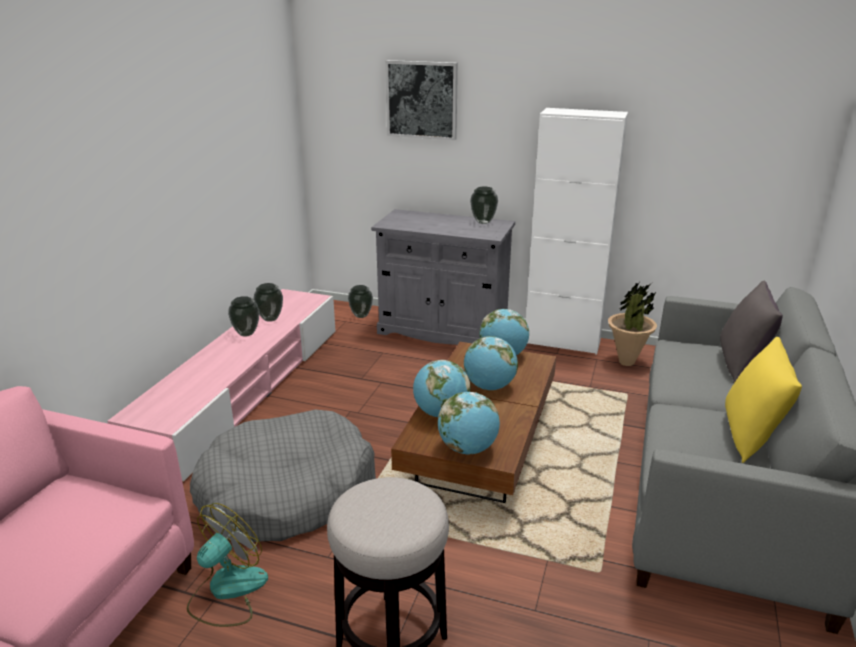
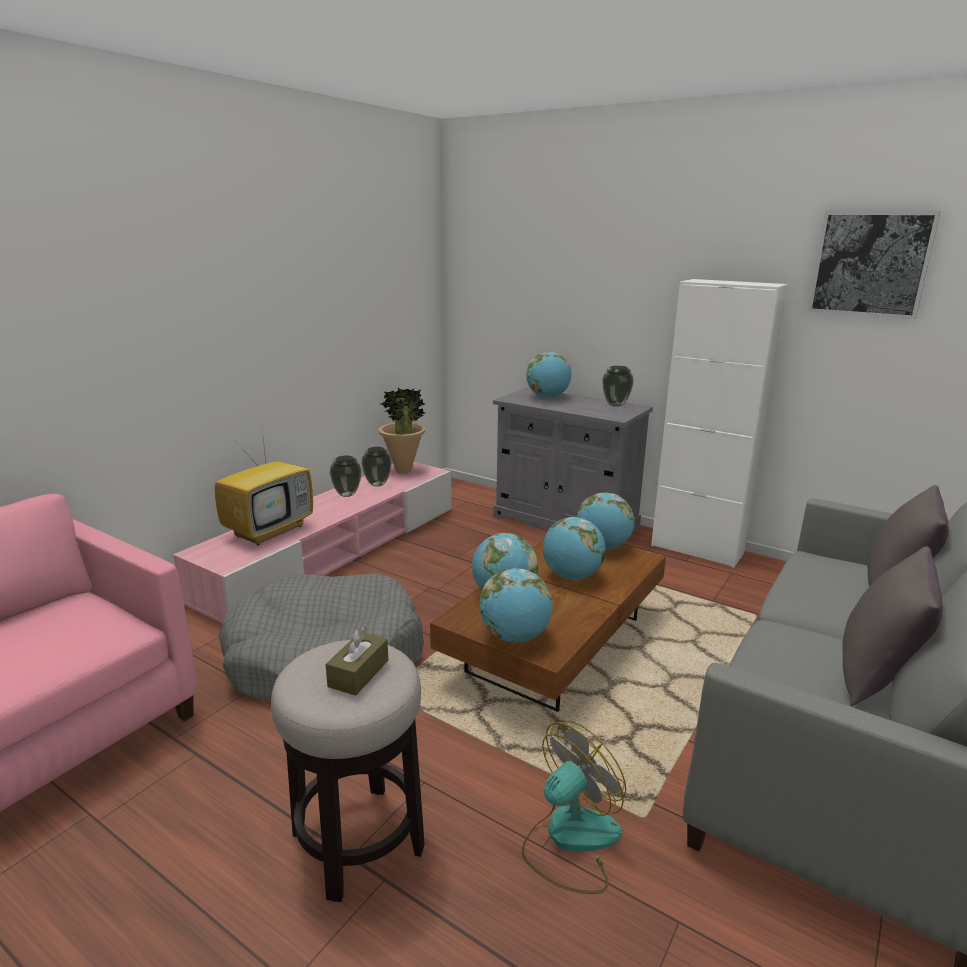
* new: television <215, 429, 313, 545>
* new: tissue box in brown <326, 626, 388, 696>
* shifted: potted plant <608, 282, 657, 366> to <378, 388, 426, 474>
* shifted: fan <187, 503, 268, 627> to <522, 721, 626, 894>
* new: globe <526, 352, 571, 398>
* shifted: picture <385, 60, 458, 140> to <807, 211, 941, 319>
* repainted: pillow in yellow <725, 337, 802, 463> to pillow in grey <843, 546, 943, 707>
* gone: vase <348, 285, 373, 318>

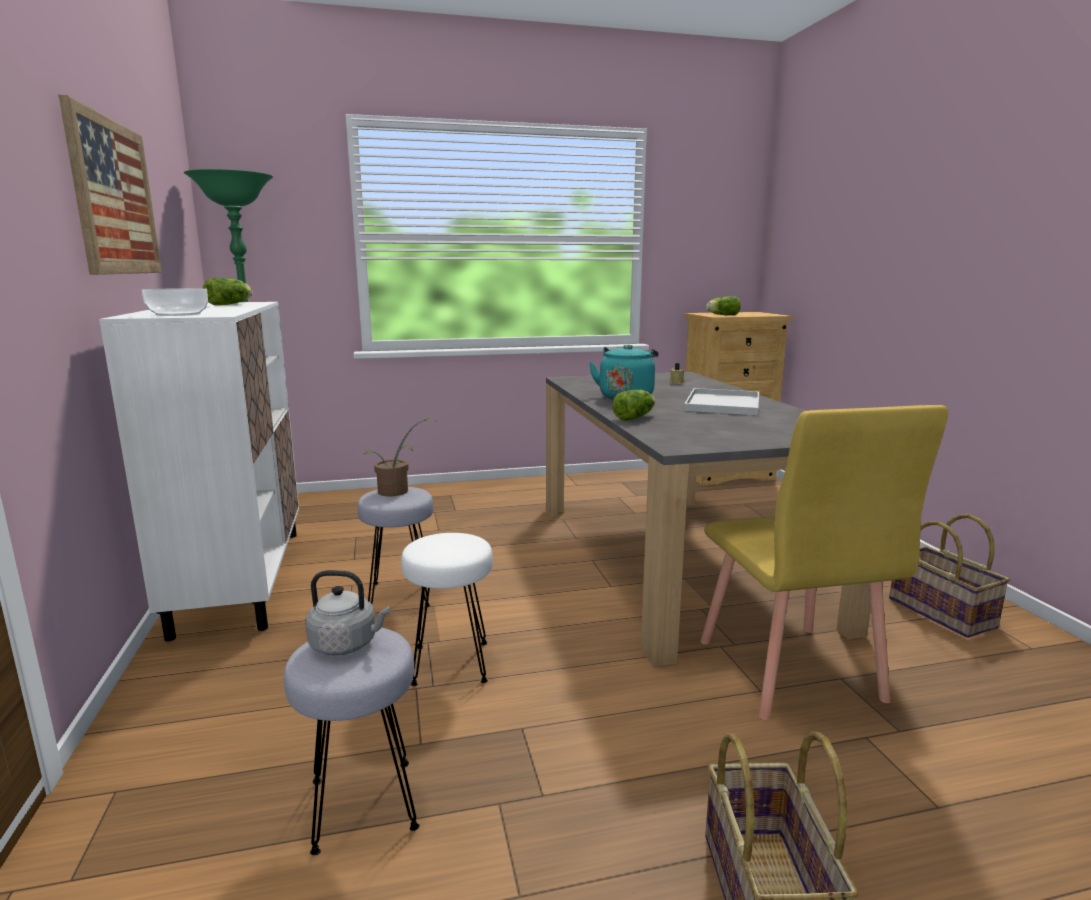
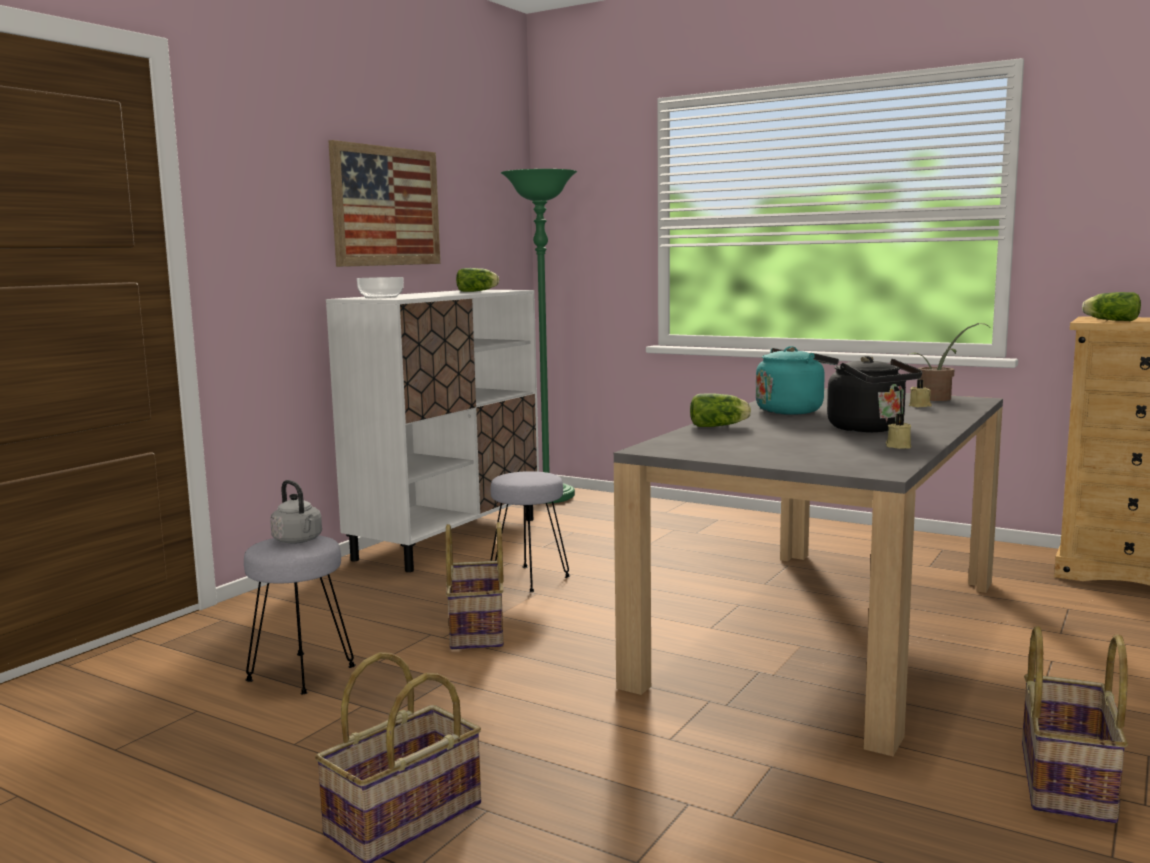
* swapped: stool in white <401, 533, 493, 686> to basket <446, 522, 504, 650>
* swapped: tray in white <684, 388, 759, 415> to kettle in black <827, 356, 922, 432>
* new: candle in beige <886, 414, 911, 449>
* shifted: potted plant <363, 418, 435, 496> to <909, 323, 989, 401>
* gone: chair in yellow <701, 405, 948, 720>

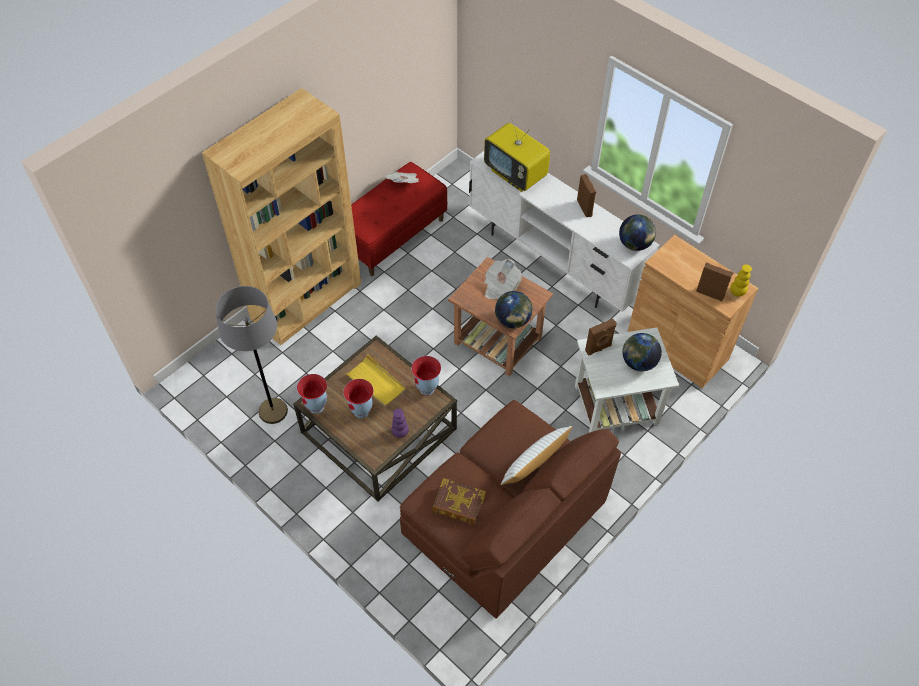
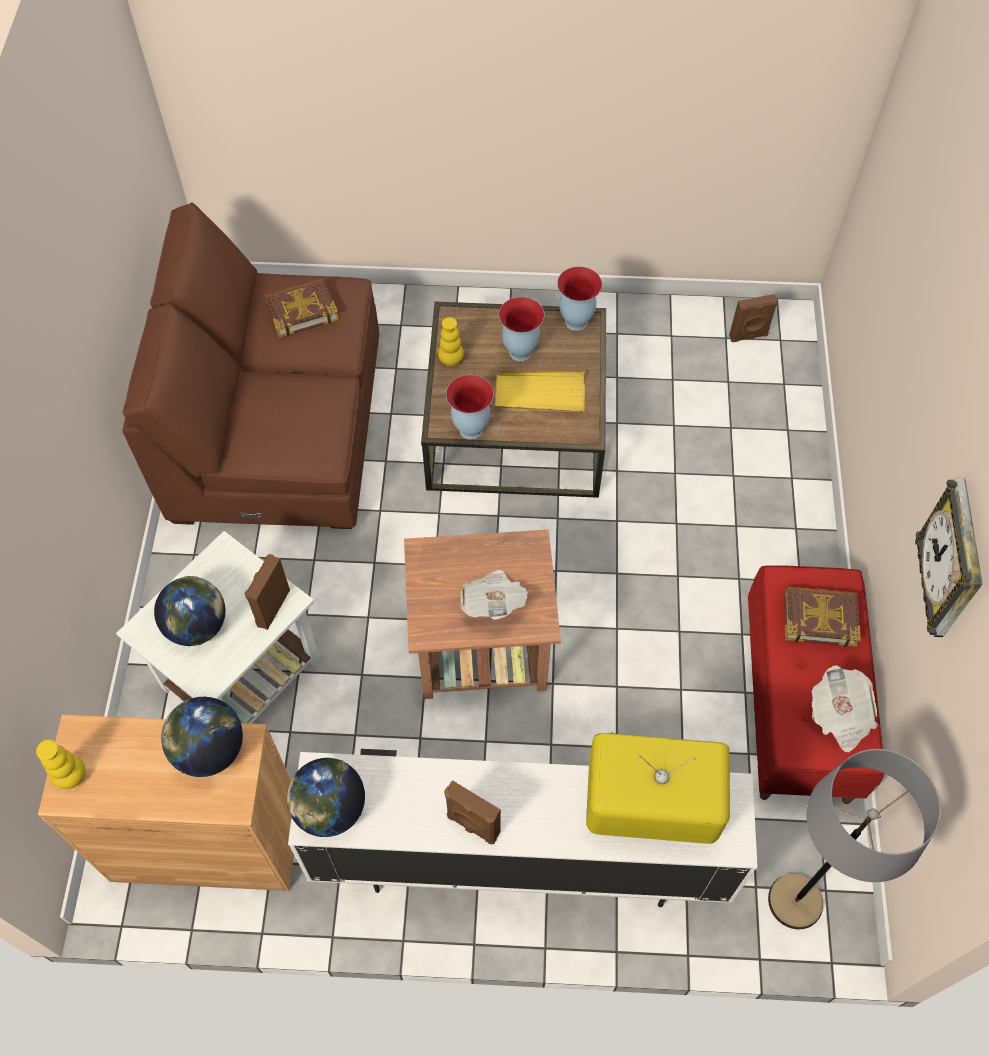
* shifted: globe <495, 291, 532, 328> to <161, 697, 243, 777>
* repainted: vase in purple <391, 409, 409, 438> to vase in yellow <438, 317, 464, 366>
* shifted: speaker in brown <696, 262, 733, 301> to <729, 294, 778, 342>
* shifted: floor lamp in grey <215, 286, 288, 424> to <768, 749, 941, 929>
* new: book <784, 586, 861, 647>
* new: wall clock <915, 477, 983, 637>
* gone: bookcase in brown <202, 88, 361, 345>
* gone: pillow in white <501, 426, 572, 485>

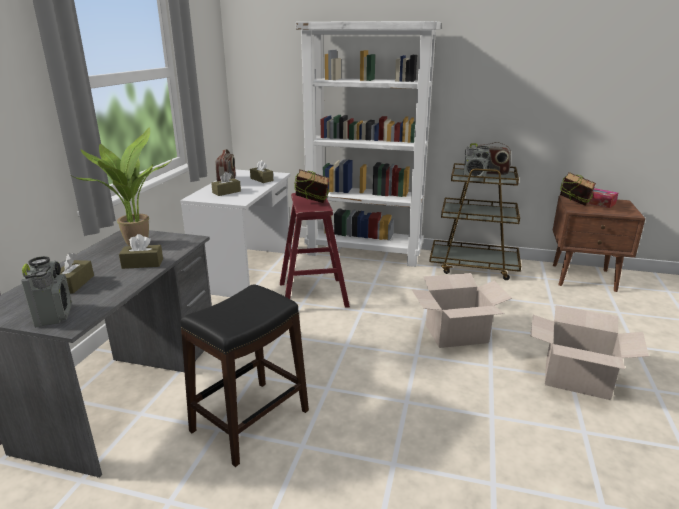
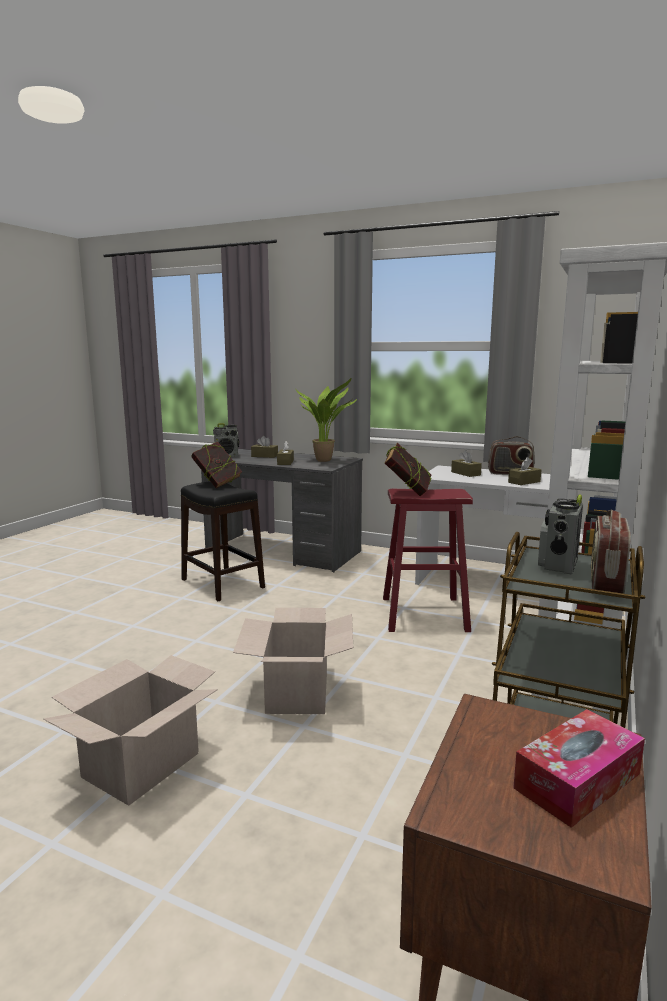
* shifted: book <560, 172, 596, 206> to <191, 442, 242, 488>

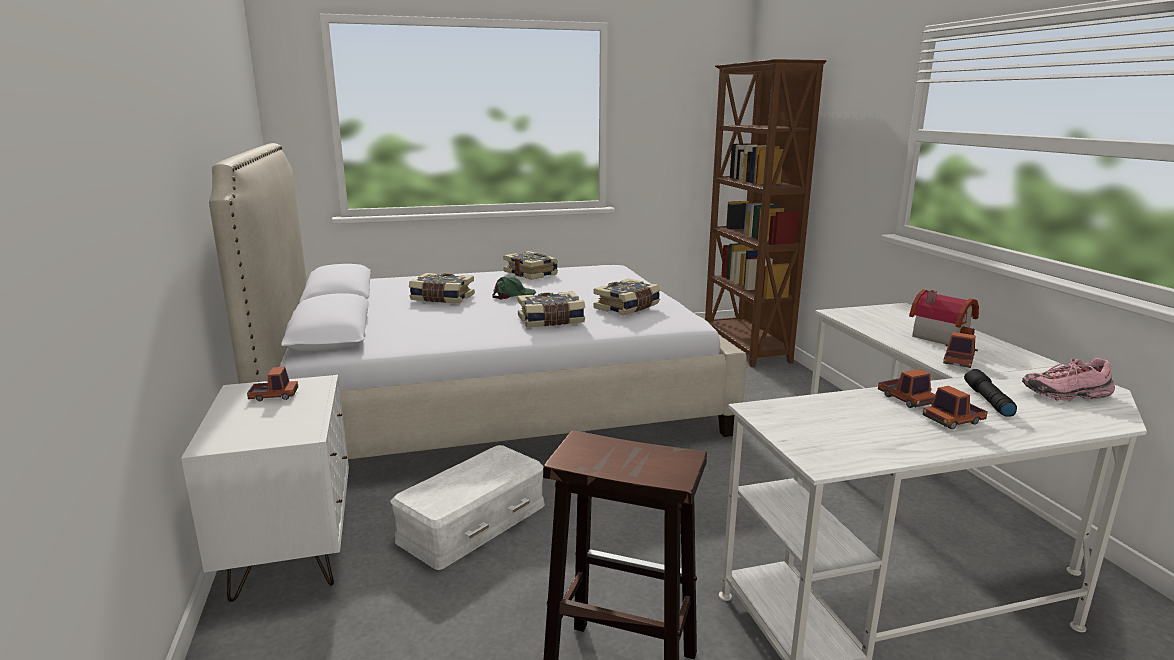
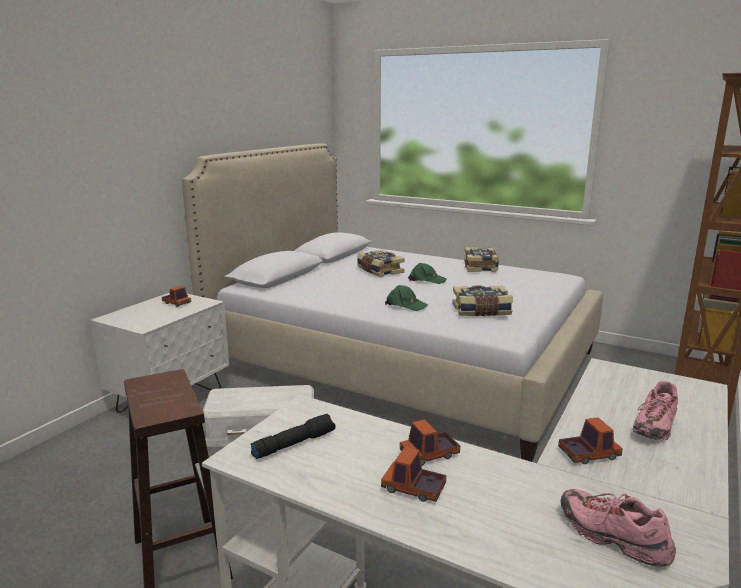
* shifted: flashlight in black <964, 369, 1017, 417> to <250, 414, 336, 459>
* swapped: book <517, 292, 585, 327> to cap in green <385, 285, 428, 311>
* rotated: toy truck <878, 369, 935, 408> = <400, 419, 460, 466> 45 degrees clockwise
* swapped: toy house <909, 289, 979, 345> to shoe in pink <633, 381, 678, 440>

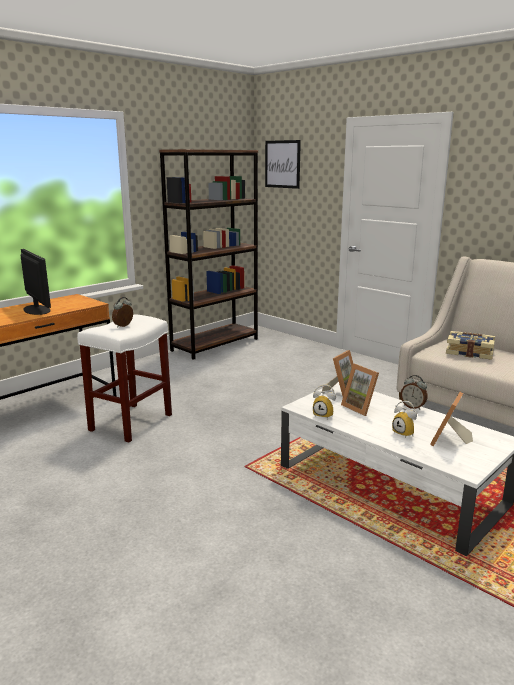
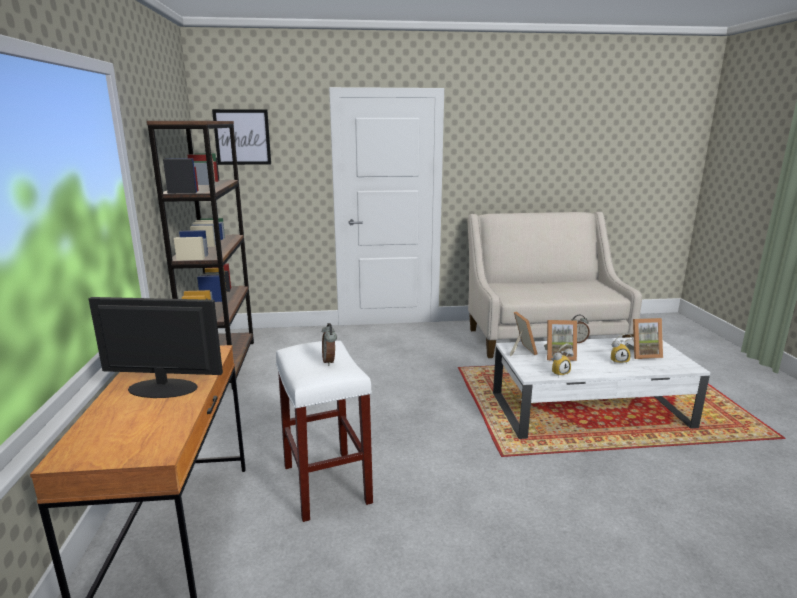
* rotated: picture frame <430, 392, 473, 446> = <625, 318, 663, 359> 75 degrees counterclockwise
* gone: book <446, 331, 495, 360>

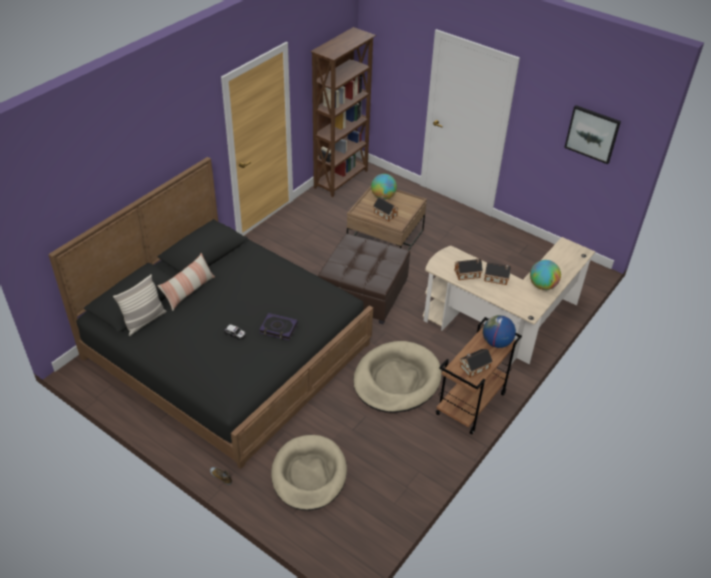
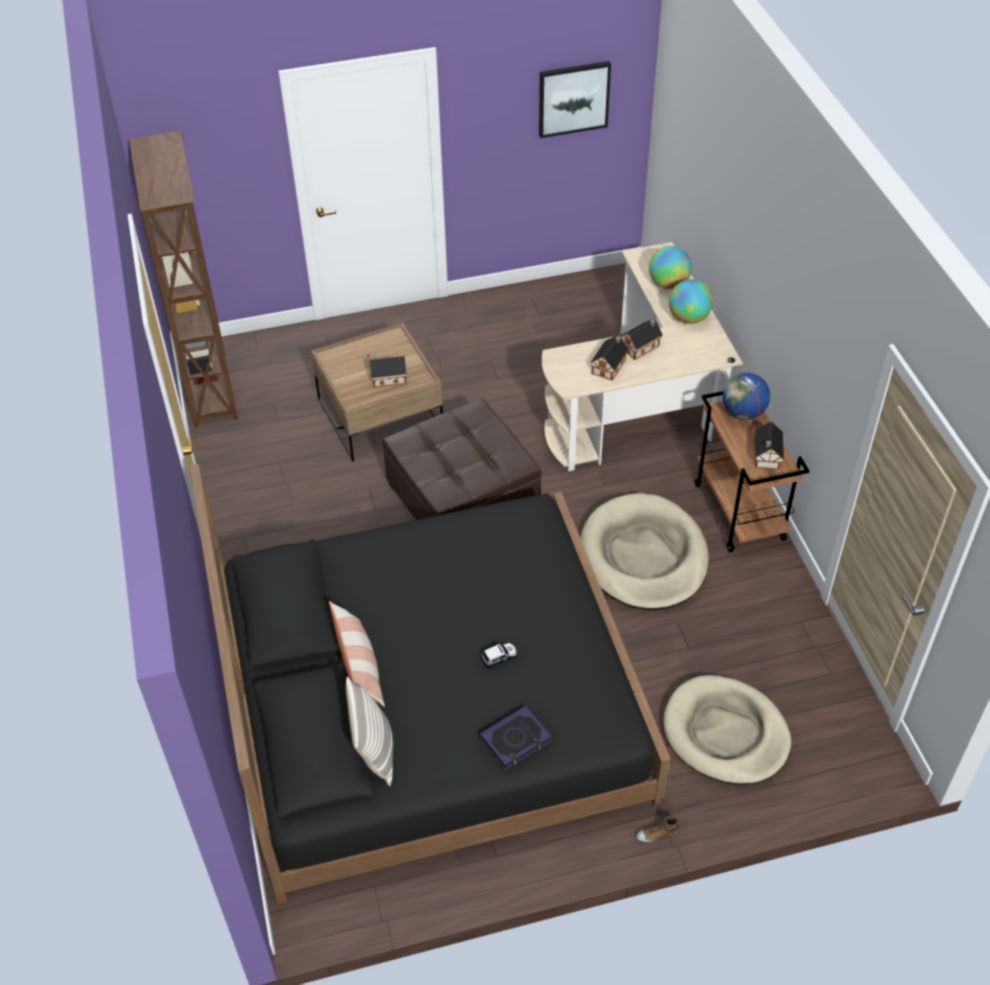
* shifted: book <259, 313, 298, 340> to <480, 706, 551, 770>
* shifted: globe <371, 174, 397, 200> to <649, 246, 692, 289>

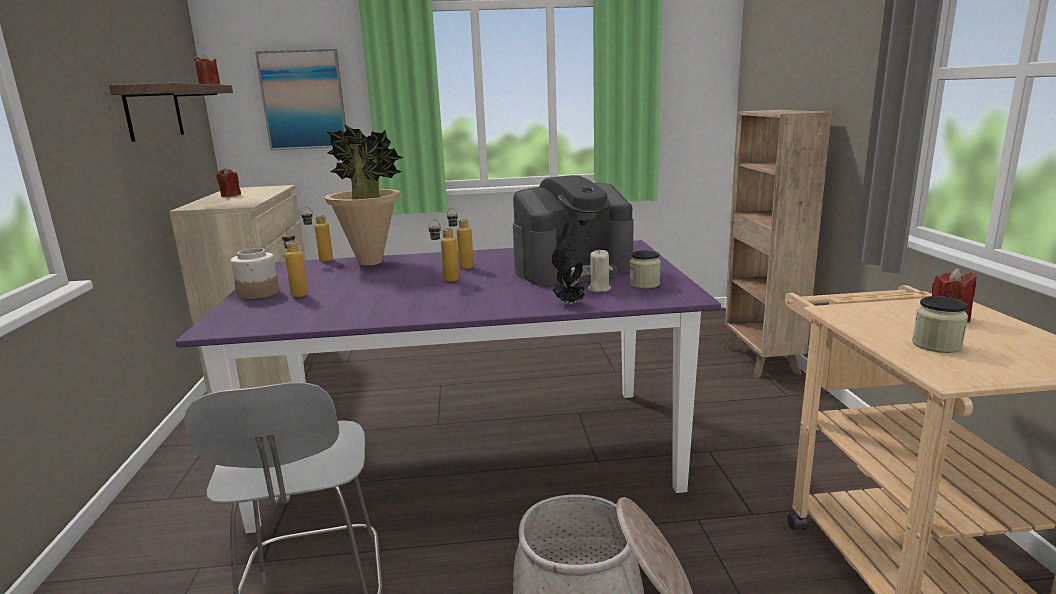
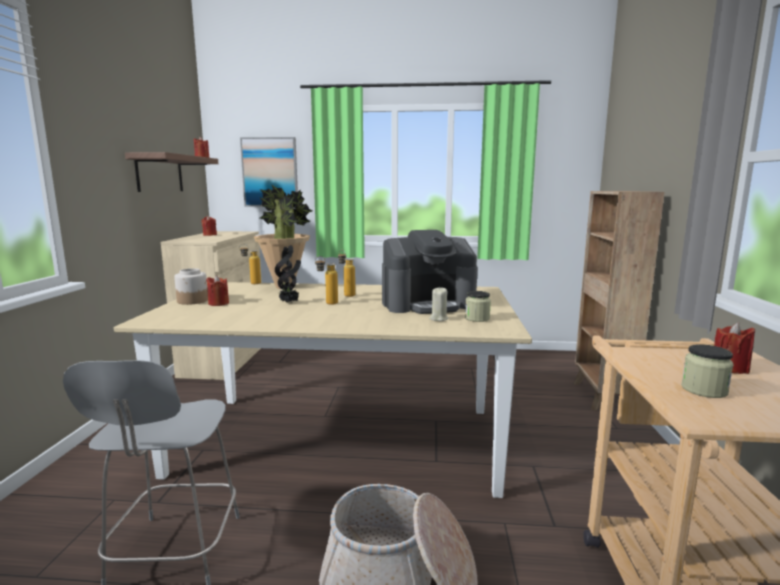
* repainted: dining table in purple <175, 240, 721, 533> to dining table in beige <114, 282, 532, 498>
* swapped: bottle <282, 228, 308, 298> to candle in red <206, 275, 229, 306>
* shifted: potted plant <552, 216, 589, 304> to <275, 245, 301, 303>

